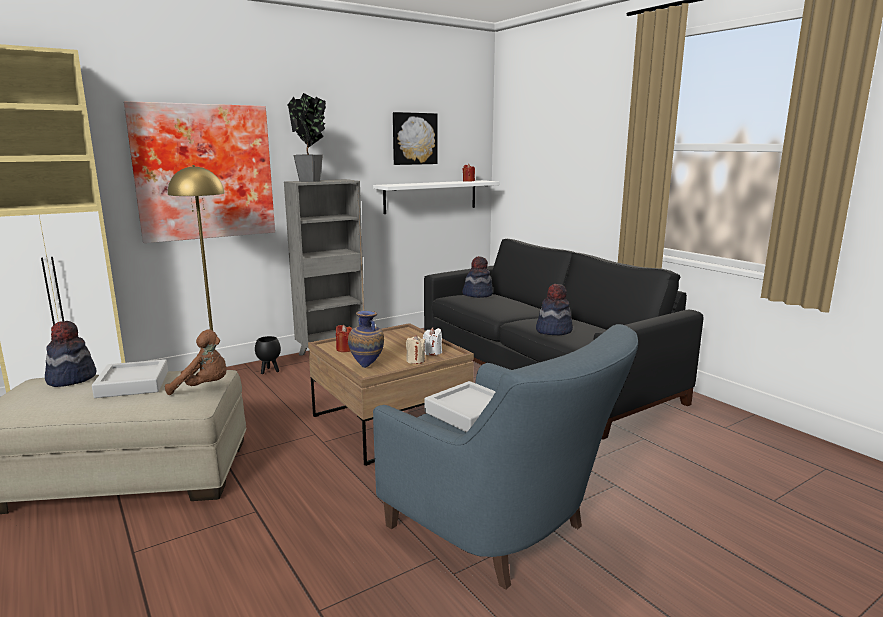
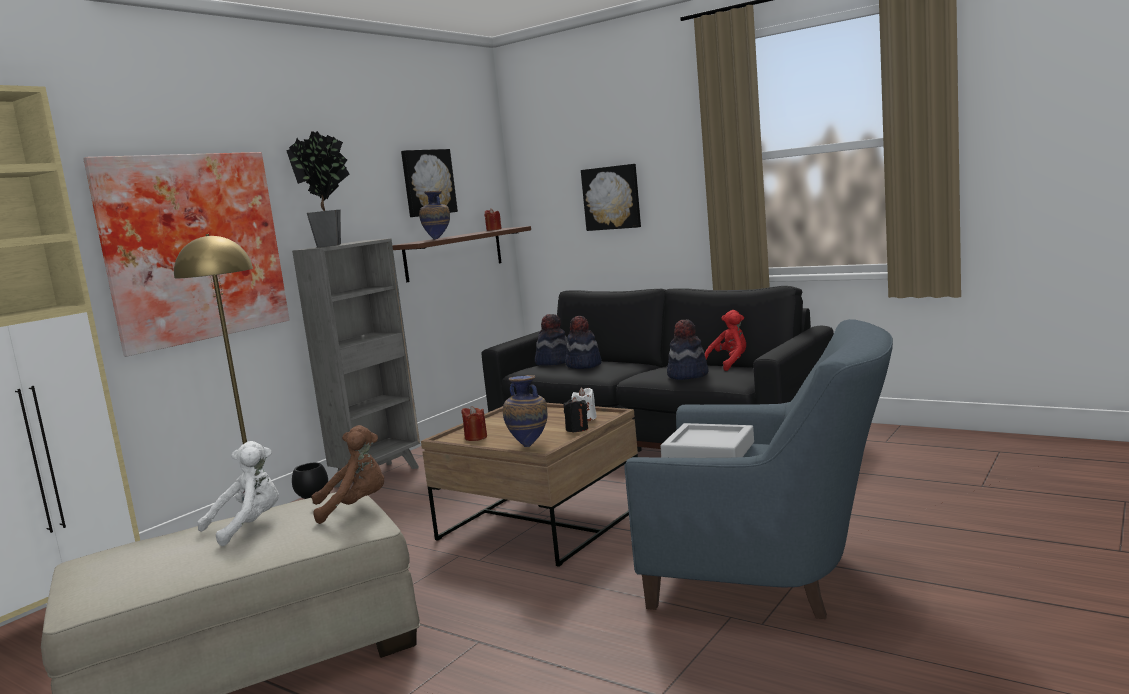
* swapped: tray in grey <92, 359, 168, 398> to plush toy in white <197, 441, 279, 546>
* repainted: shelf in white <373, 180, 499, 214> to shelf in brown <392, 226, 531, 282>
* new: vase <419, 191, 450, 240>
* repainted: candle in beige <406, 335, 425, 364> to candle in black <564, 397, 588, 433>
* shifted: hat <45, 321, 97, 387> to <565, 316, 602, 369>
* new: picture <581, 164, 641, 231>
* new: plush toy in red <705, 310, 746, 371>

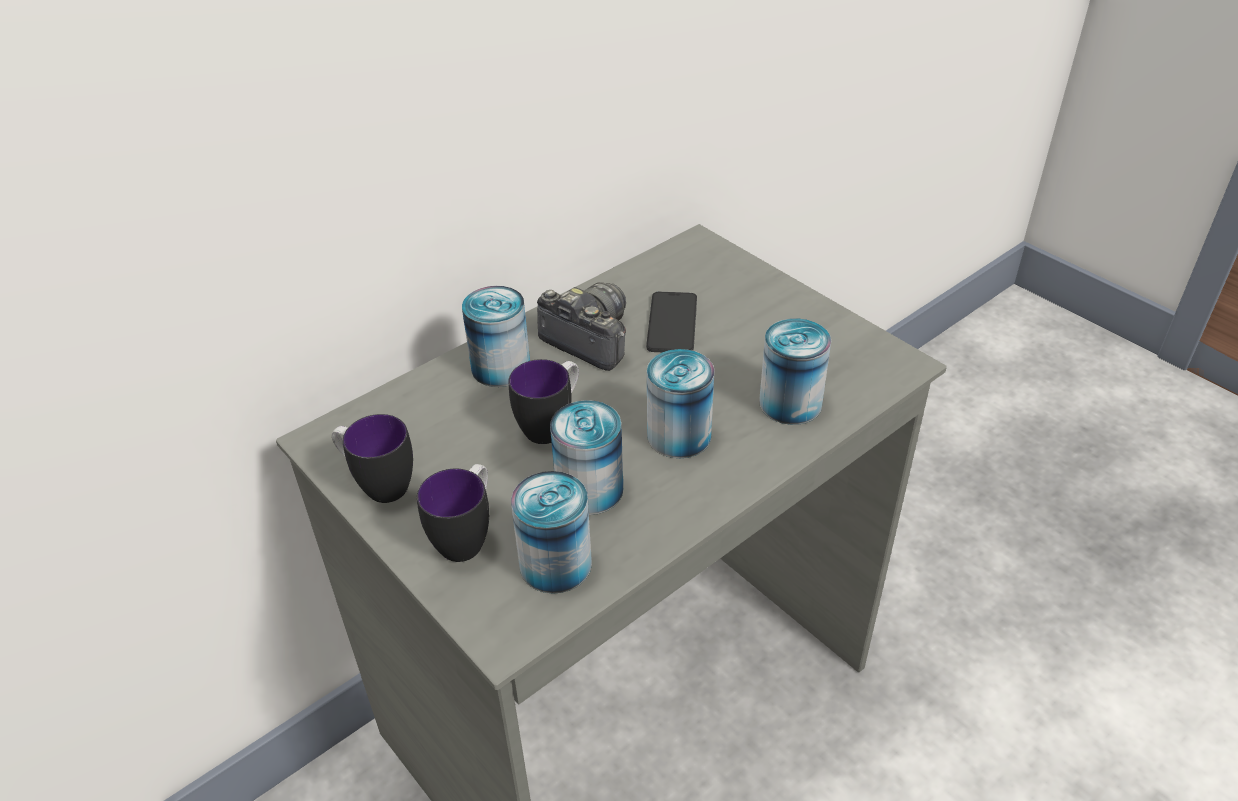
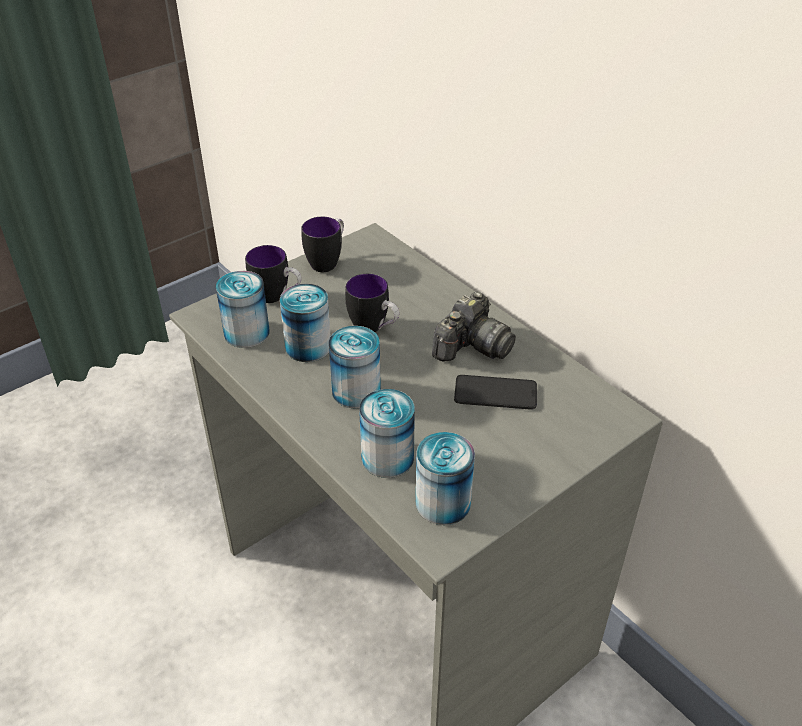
* shifted: can <462, 286, 530, 387> to <416, 432, 475, 525>

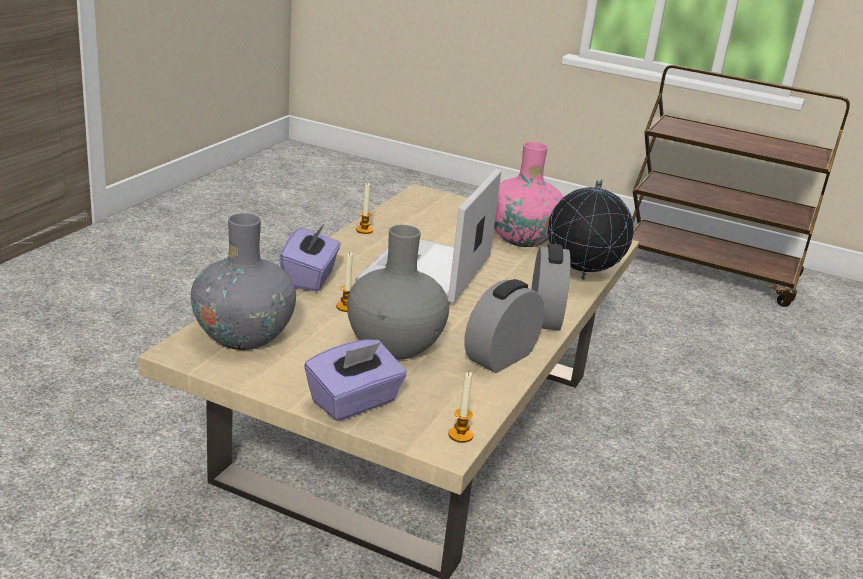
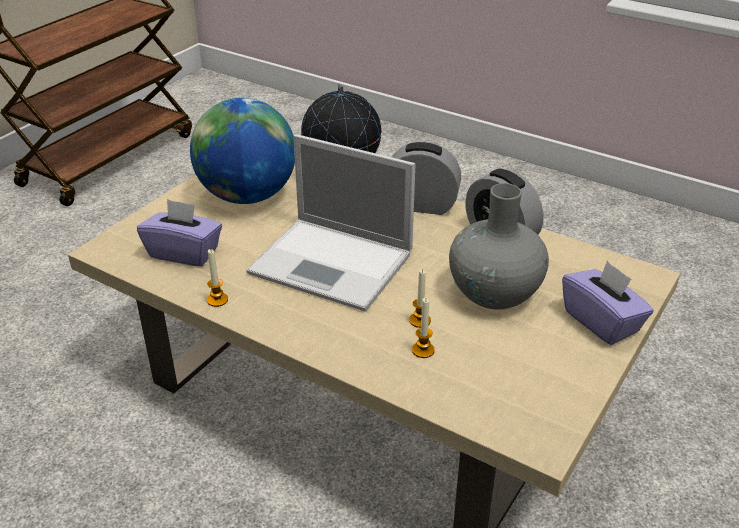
* shifted: tissue box in purple <279, 223, 341, 292> to <137, 199, 222, 267>
* swapped: vase in pink <494, 142, 563, 247> to globe <190, 98, 295, 204>
* shifted: candle <448, 372, 474, 443> to <412, 298, 435, 358>
* gone: vase in grey <191, 213, 296, 350>

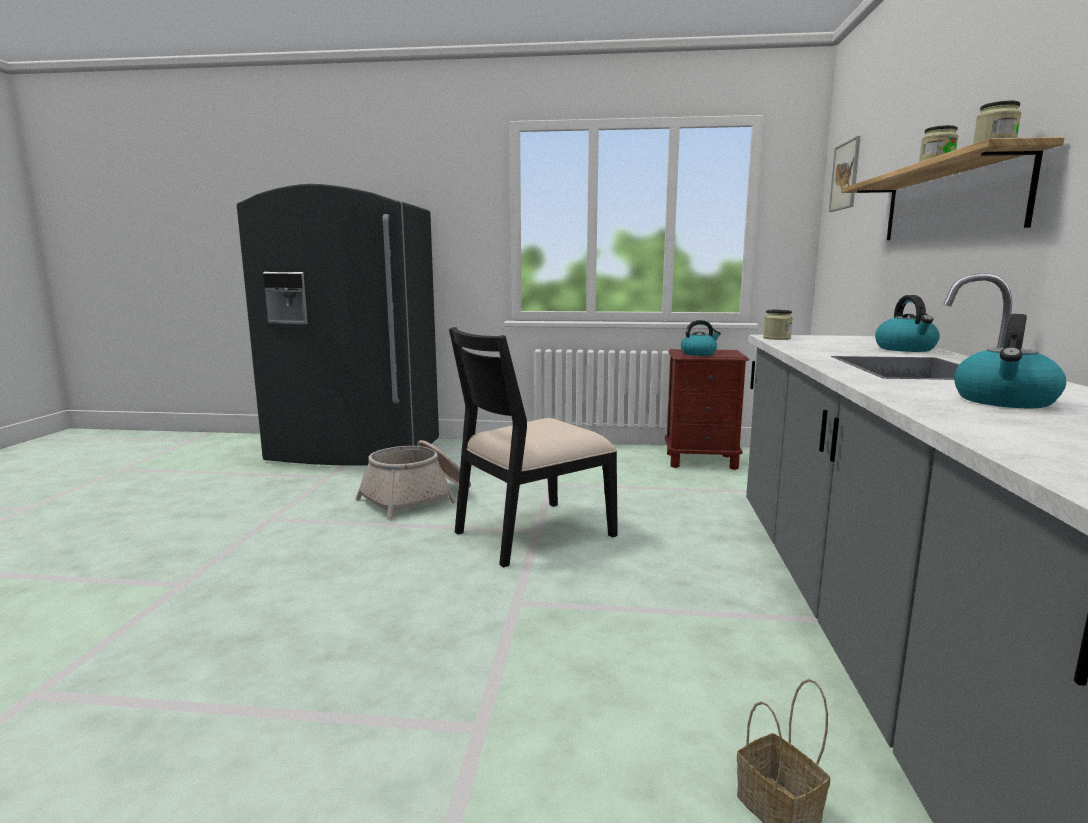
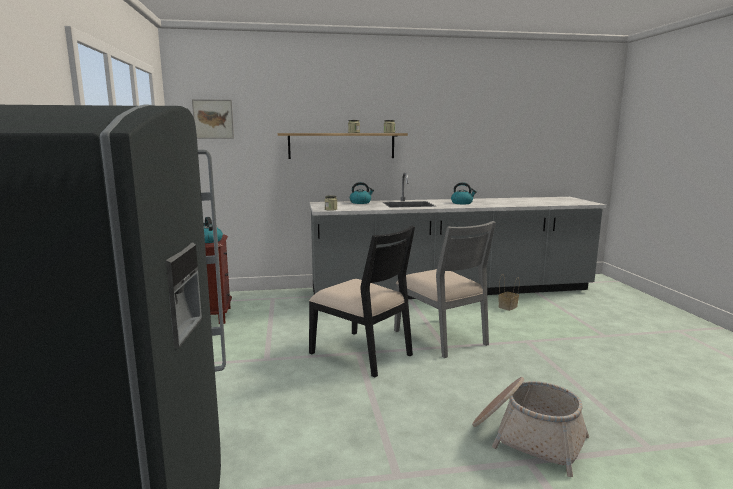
* new: chair in grey <394, 221, 496, 358>
* shifted: basket <356, 440, 471, 520> to <472, 377, 589, 477>

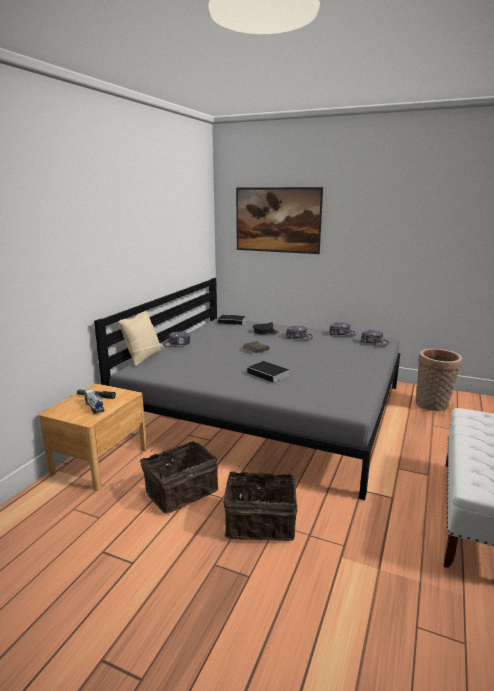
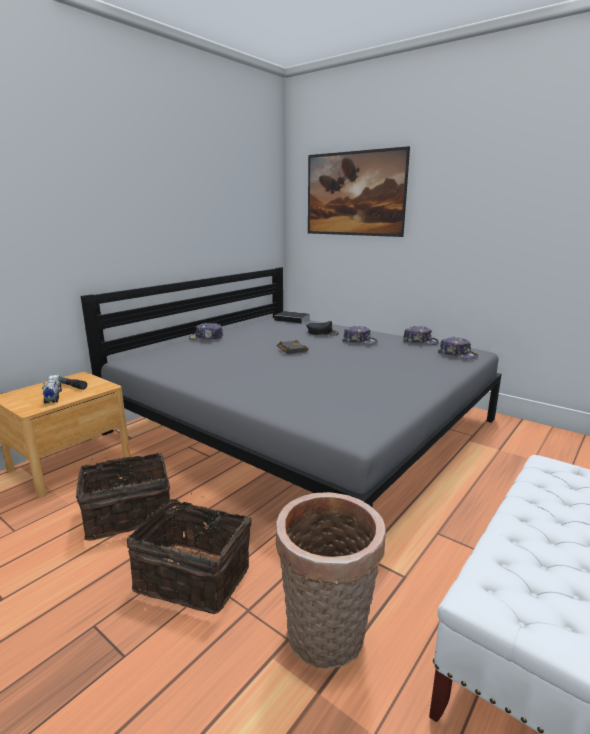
* shifted: basket <416, 349, 462, 411> to <276, 492, 386, 669>
* gone: pillow in beige <118, 311, 161, 366>
* gone: book <247, 361, 289, 383>

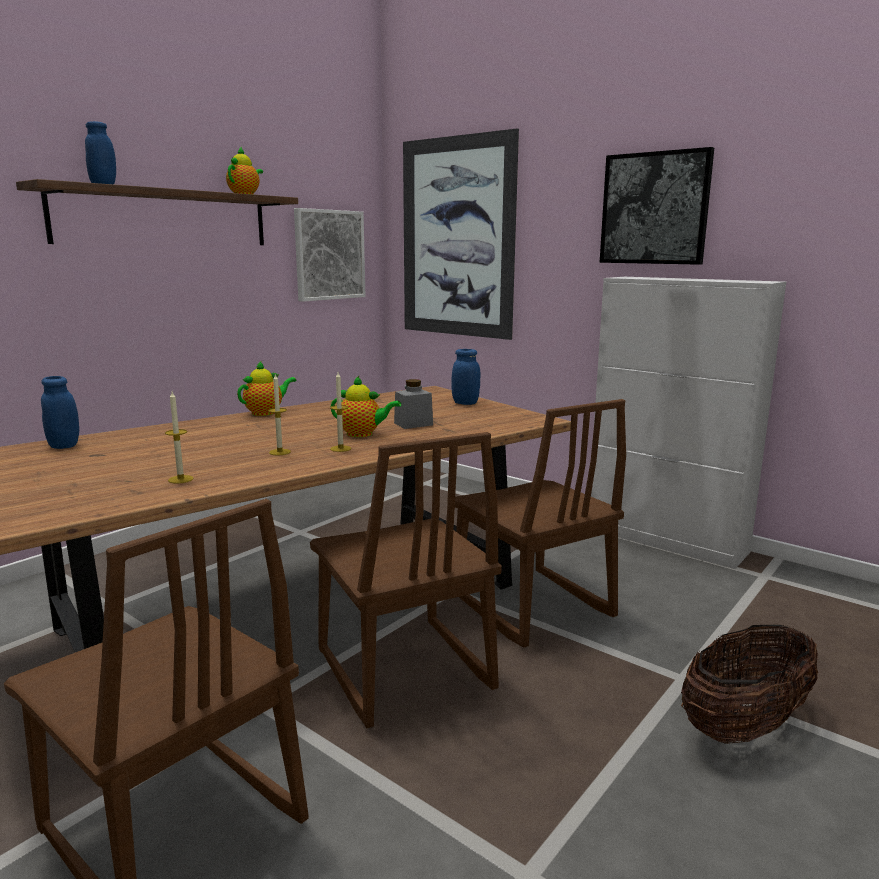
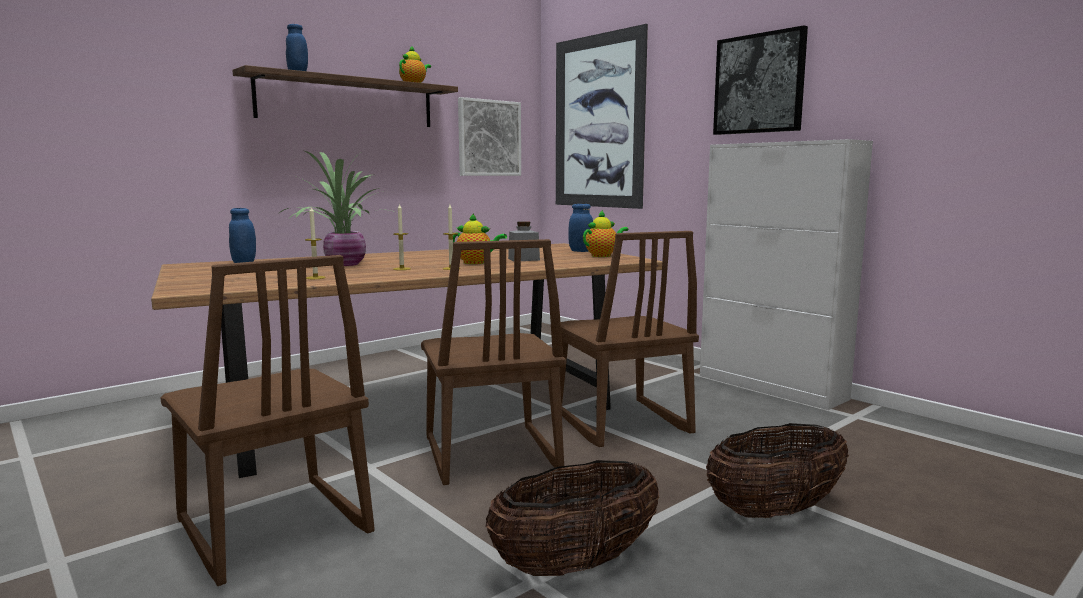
* new: potted plant <278, 151, 397, 266>
* new: basket <485, 460, 659, 576>
* shifted: teapot <237, 360, 296, 416> to <583, 210, 629, 257>

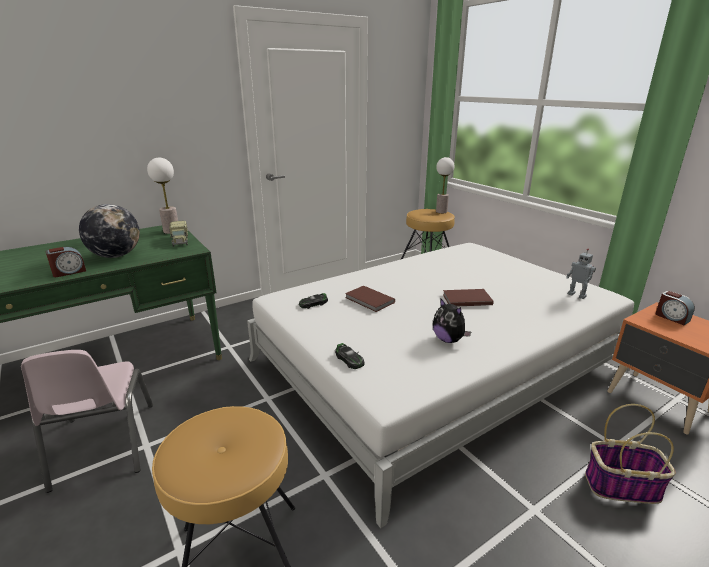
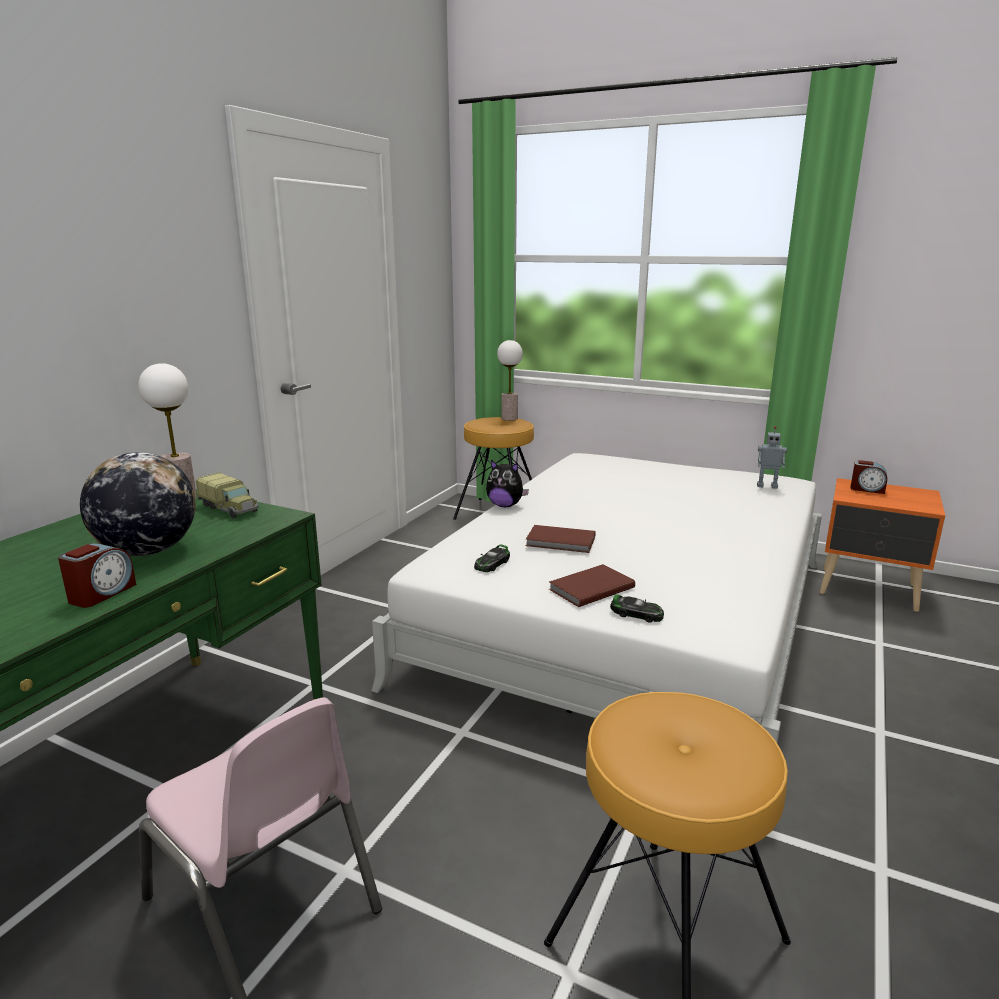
* shifted: plush toy <433, 298, 471, 343> to <486, 460, 529, 507>
* shifted: book in brown <443, 289, 493, 306> to <549, 564, 635, 607>
* gone: basket <585, 404, 676, 504>

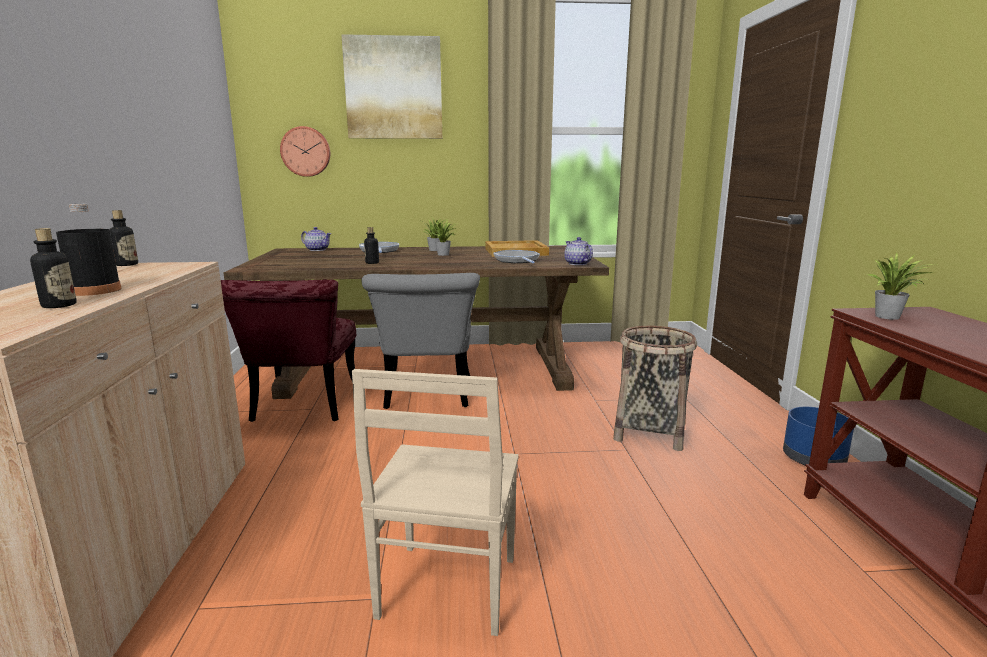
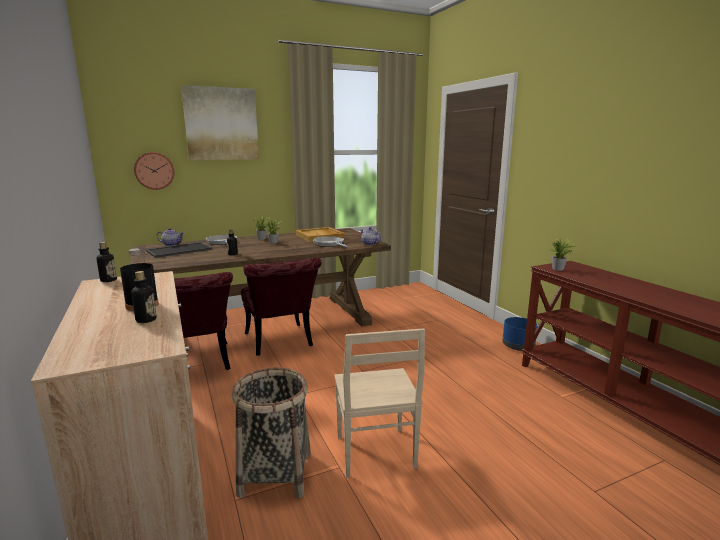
* new: tray <146, 242, 212, 258>
* shifted: basket <613, 326, 697, 451> to <232, 367, 311, 498>
* repainted: chair in grey <361, 273, 480, 409> to chair in red <241, 258, 322, 356>

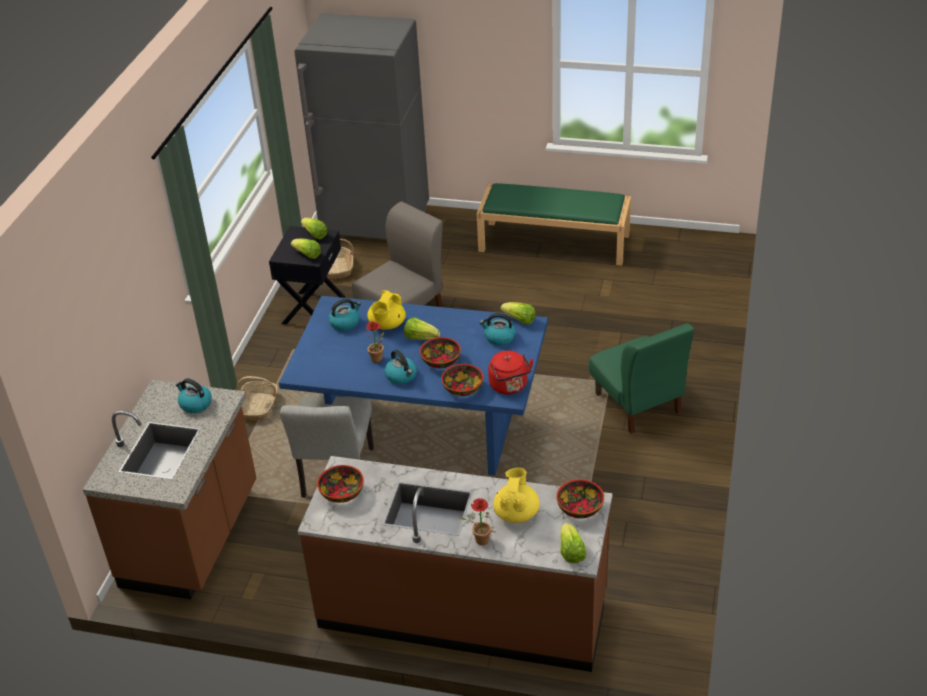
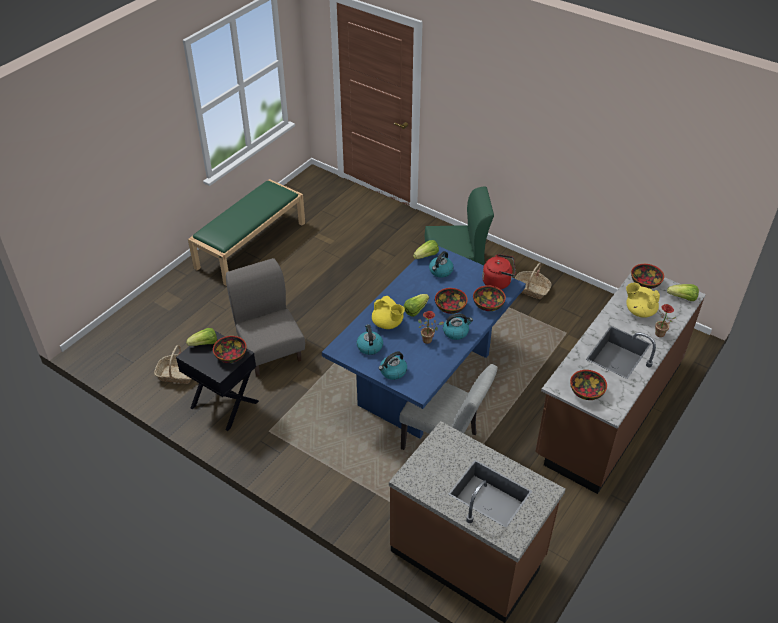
* swapped: lettuce <291, 238, 321, 259> to bowl <213, 336, 247, 363>
* shifted: kettle <176, 378, 212, 413> to <378, 351, 407, 380>
* shifted: basket <237, 376, 278, 420> to <514, 263, 552, 299>
* gone: fridge in grey <294, 13, 429, 239>

